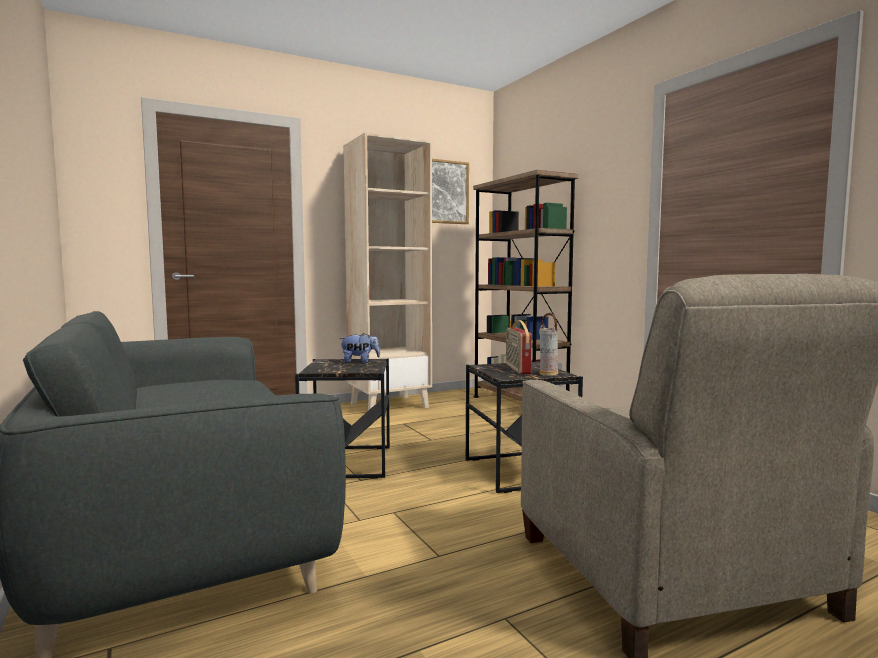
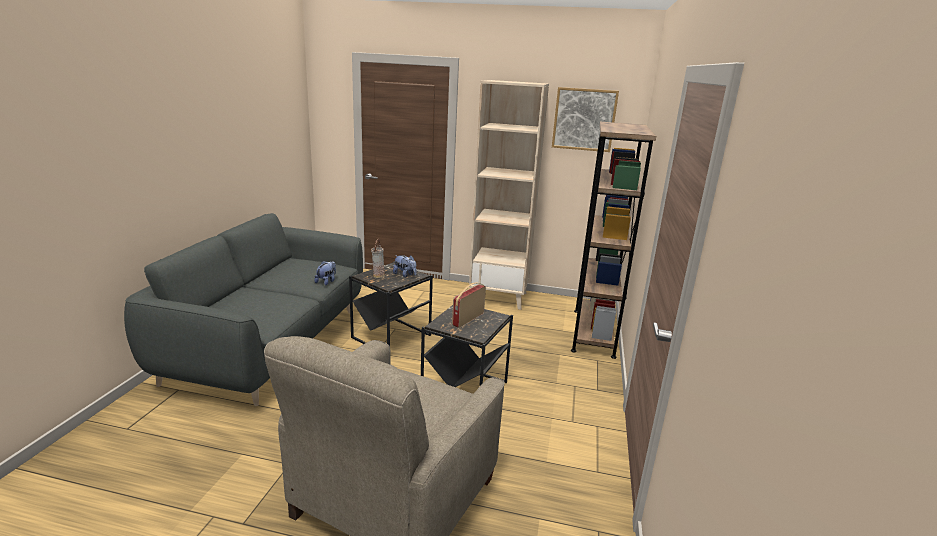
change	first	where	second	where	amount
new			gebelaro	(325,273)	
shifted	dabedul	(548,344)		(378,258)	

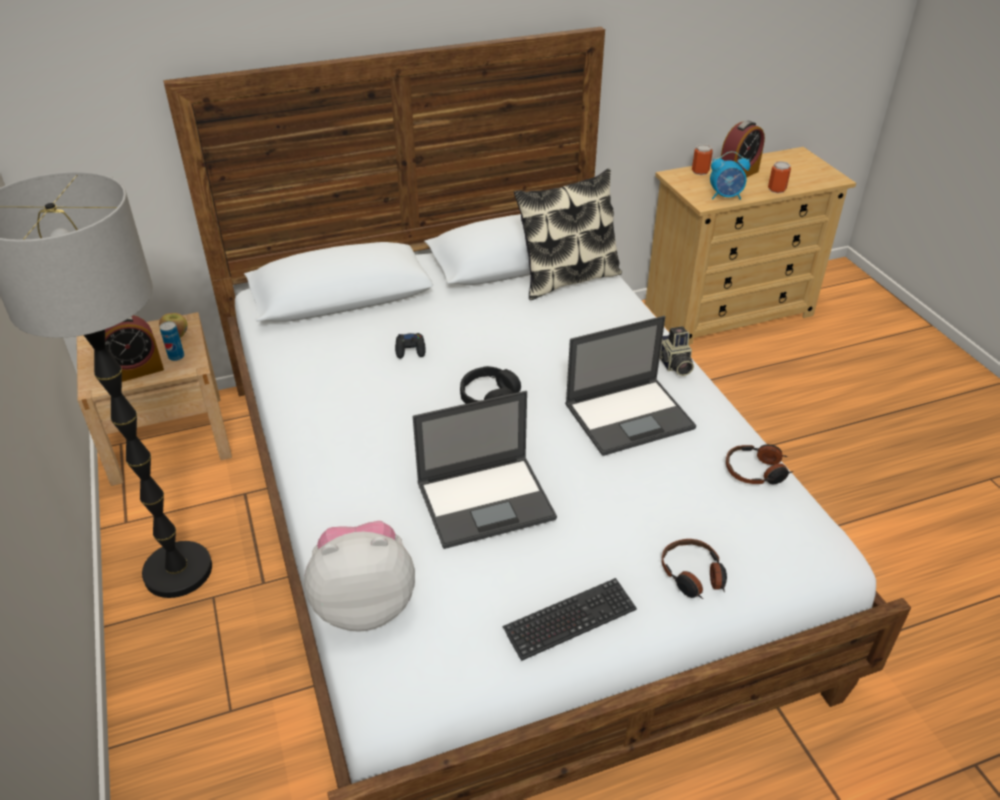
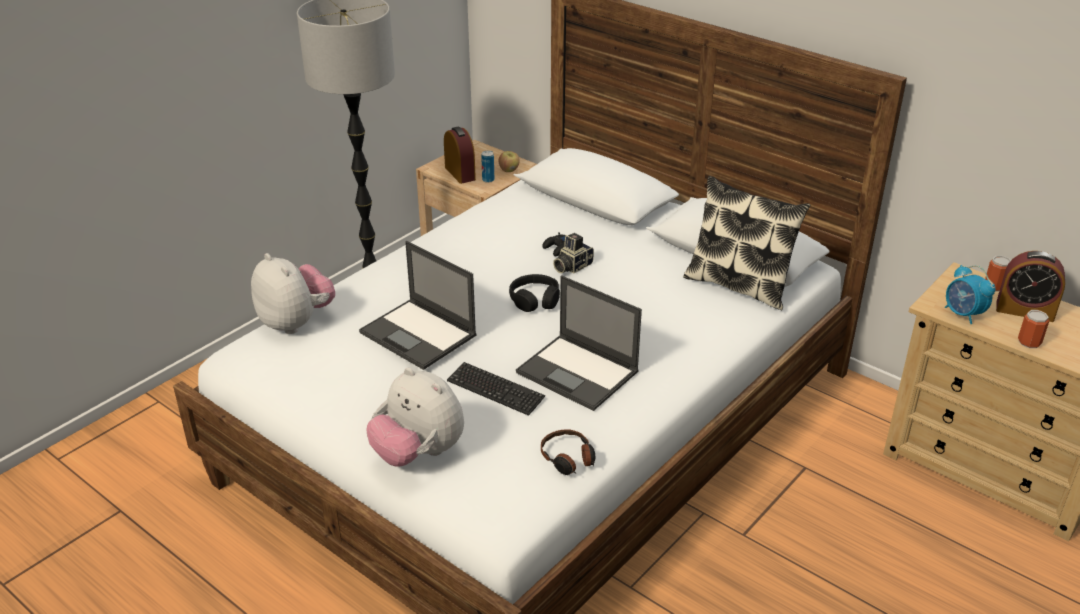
change	first	where	second	where	amount
swapped	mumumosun	(694,569)	gebelaro	(415,417)	
rotated	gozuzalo	(134,348)		(460,155)	150 degrees counterclockwise
shifted	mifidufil	(570,619)		(496,389)	
shifted	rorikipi	(677,351)		(573,253)	

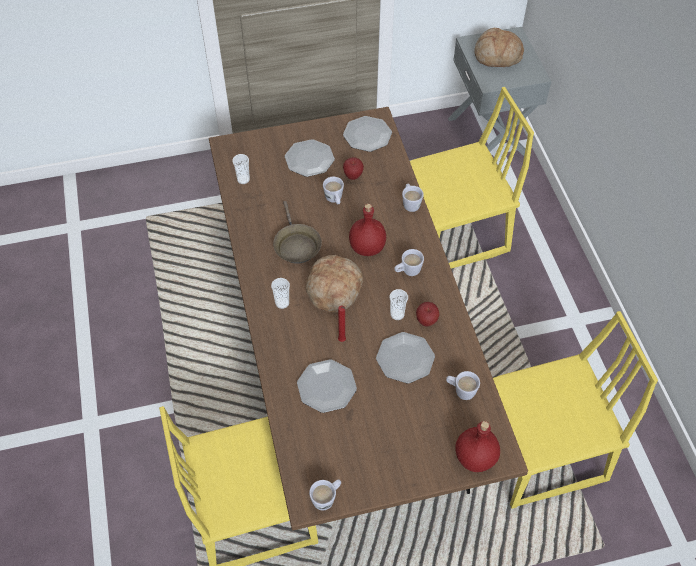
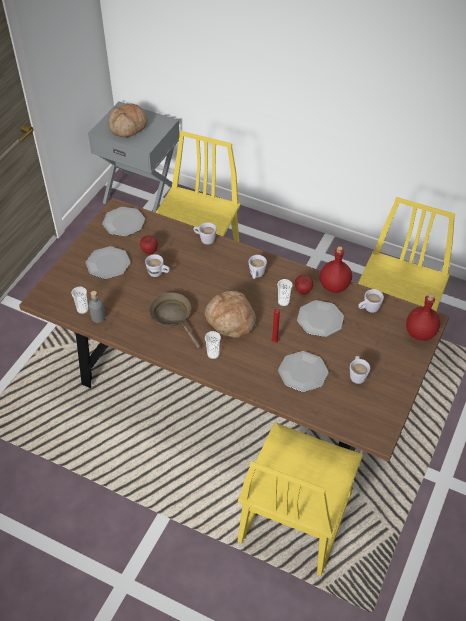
change	first	where	second	where	amount
new			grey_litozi	(97,307)	
rotated	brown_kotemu	(297,232)		(175,320)	150 degrees counterclockwise
shifted	red_litozi	(367,230)		(336,269)	
shifted	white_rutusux	(325,494)		(360,370)	

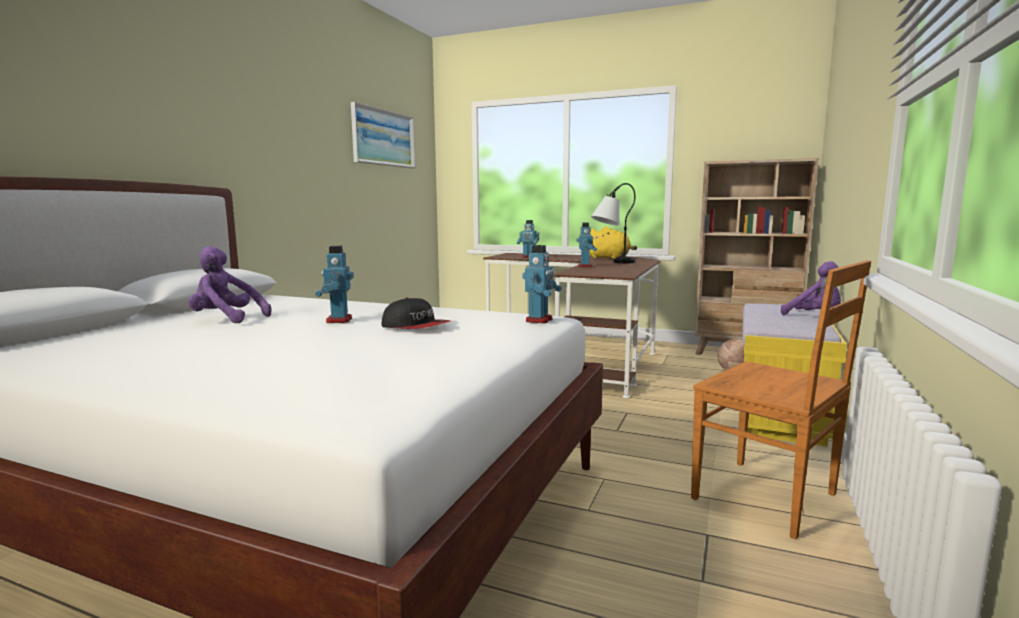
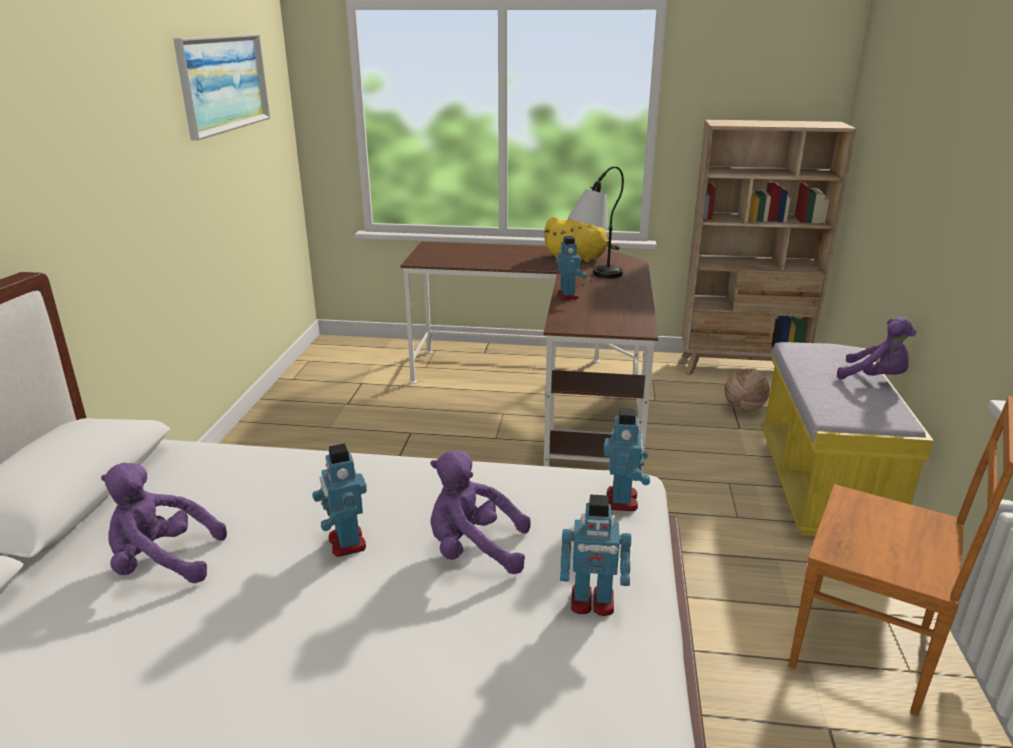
change	first	where	second	where	amount
swapped	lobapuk	(416,313)	purple_gebelaro	(480,512)	
shifted	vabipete	(528,239)		(595,555)	

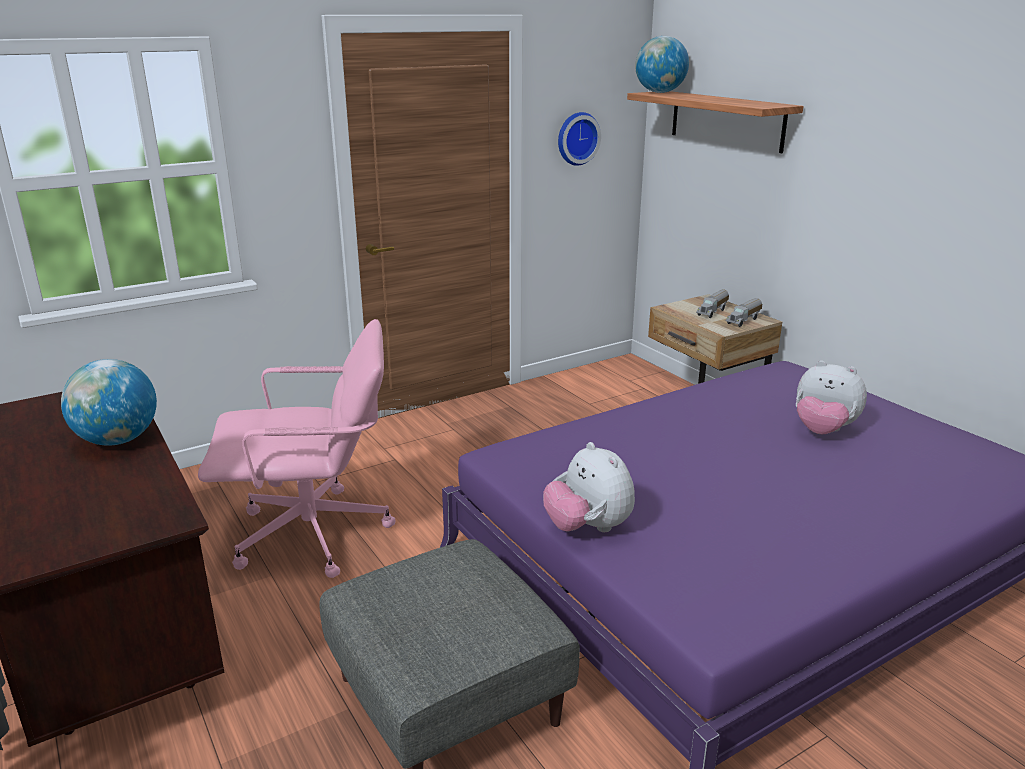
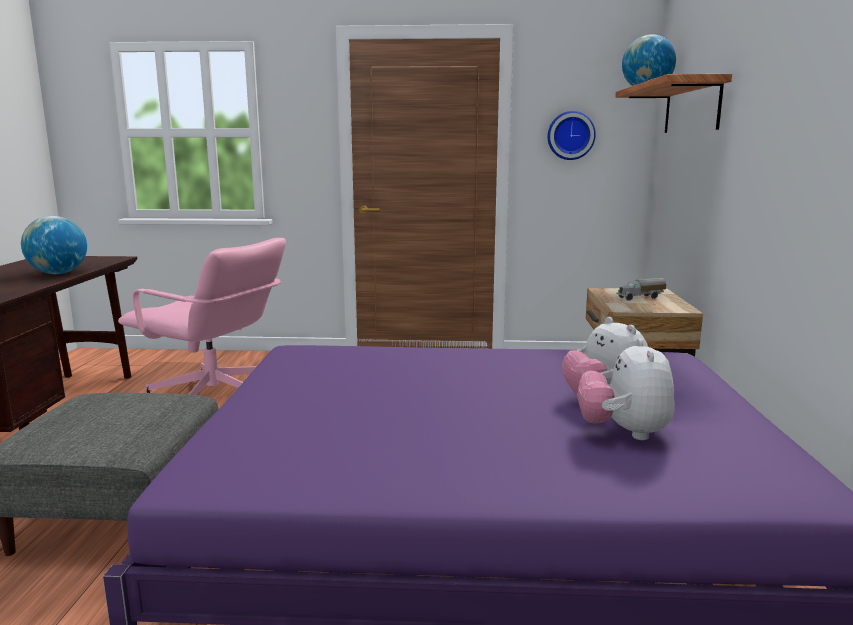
change	first	where	second	where	amount
shifted	gebelaro	(589,487)		(626,389)	
gone	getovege	(743,312)			

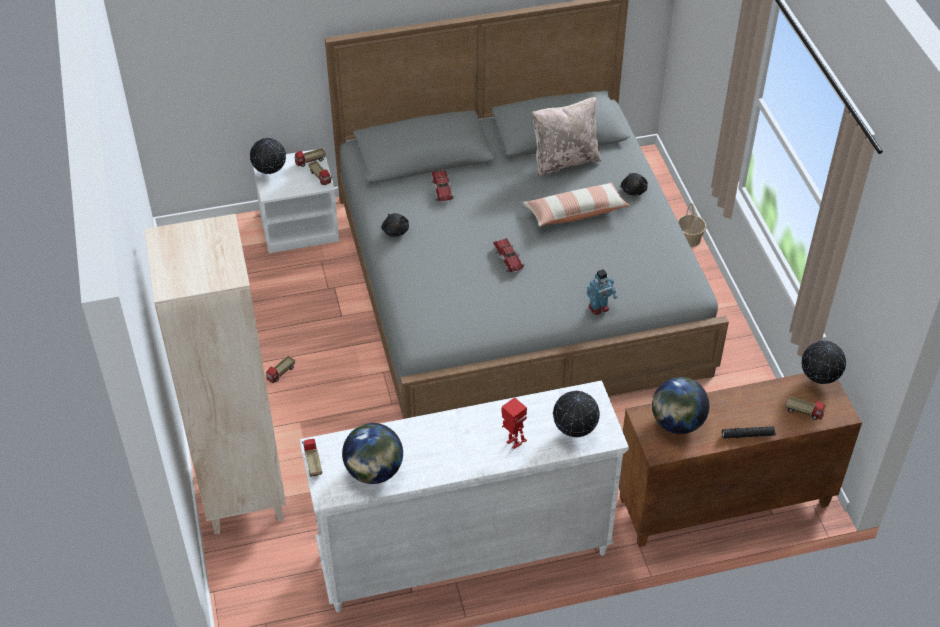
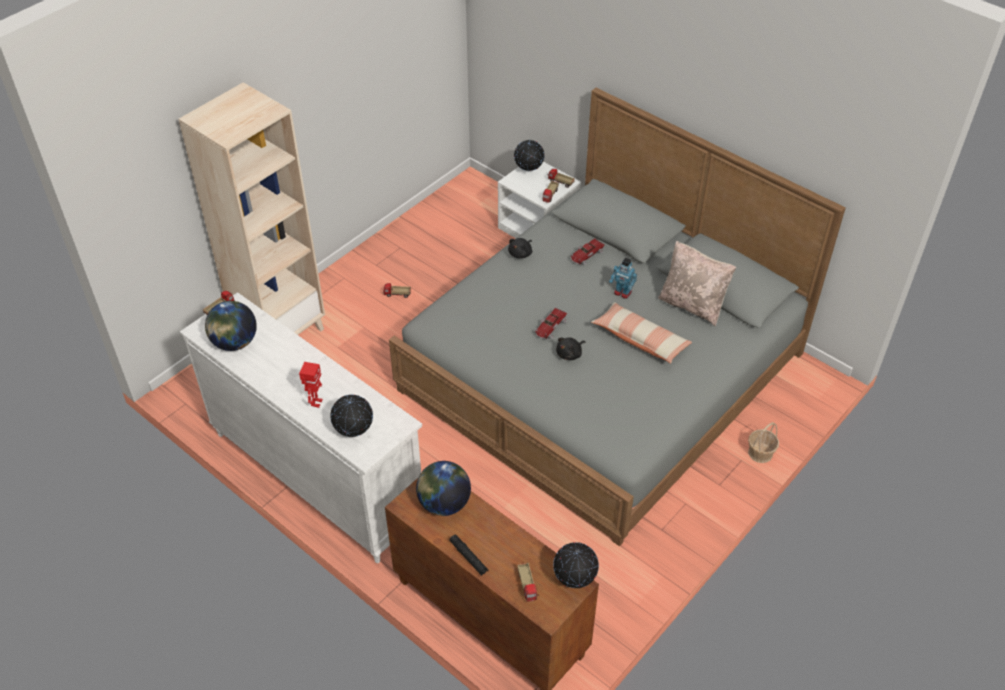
change	first	where	second	where	amount
shifted	black_gebelaro	(634,184)		(570,349)	
shifted	vabipete	(602,292)		(623,278)	

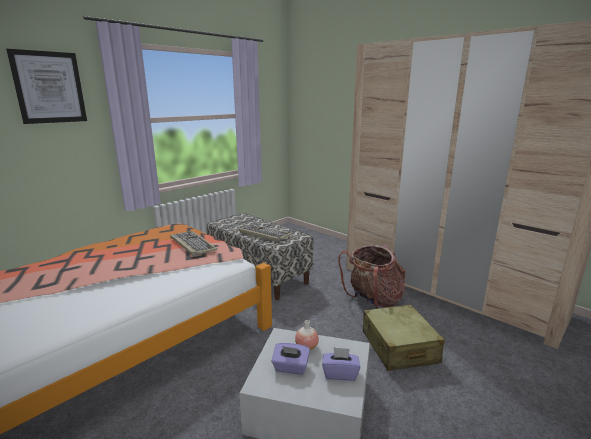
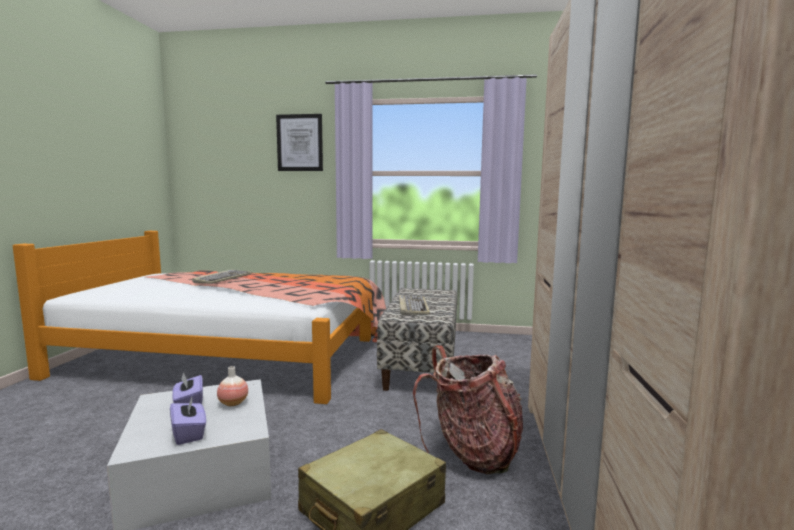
change	first	where	second	where	amount
shifted	mifidufil	(193,243)		(222,276)	

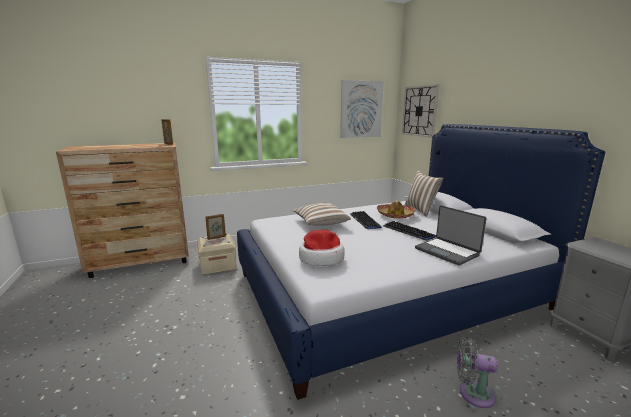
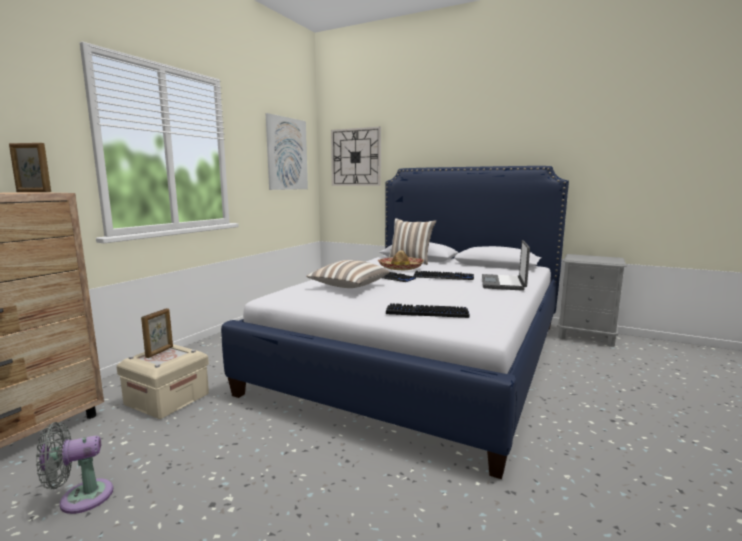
change	first	where	second	where	amount
shifted	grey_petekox	(477,372)		(74,468)	
swapped	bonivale	(322,248)	mifidufil	(428,310)	
rotated	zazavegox	(450,236)		(506,265)	90 degrees clockwise

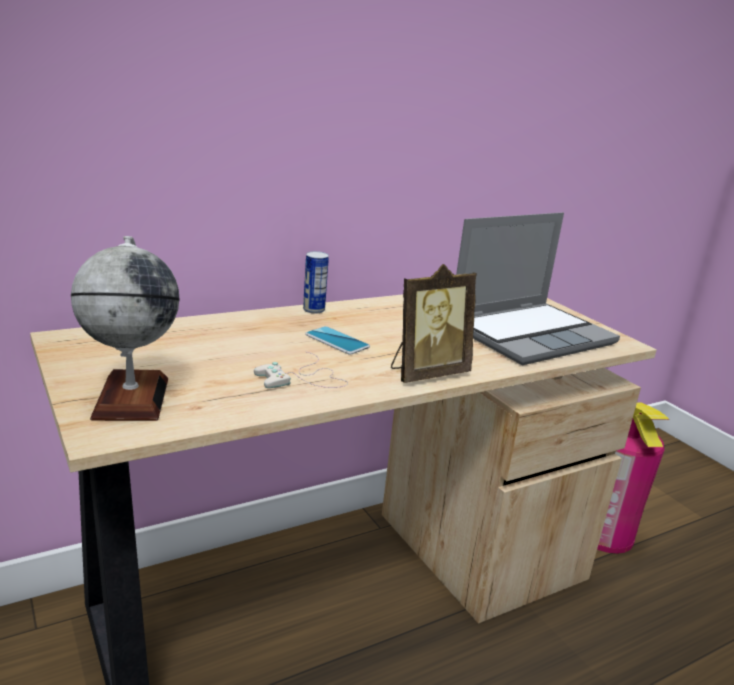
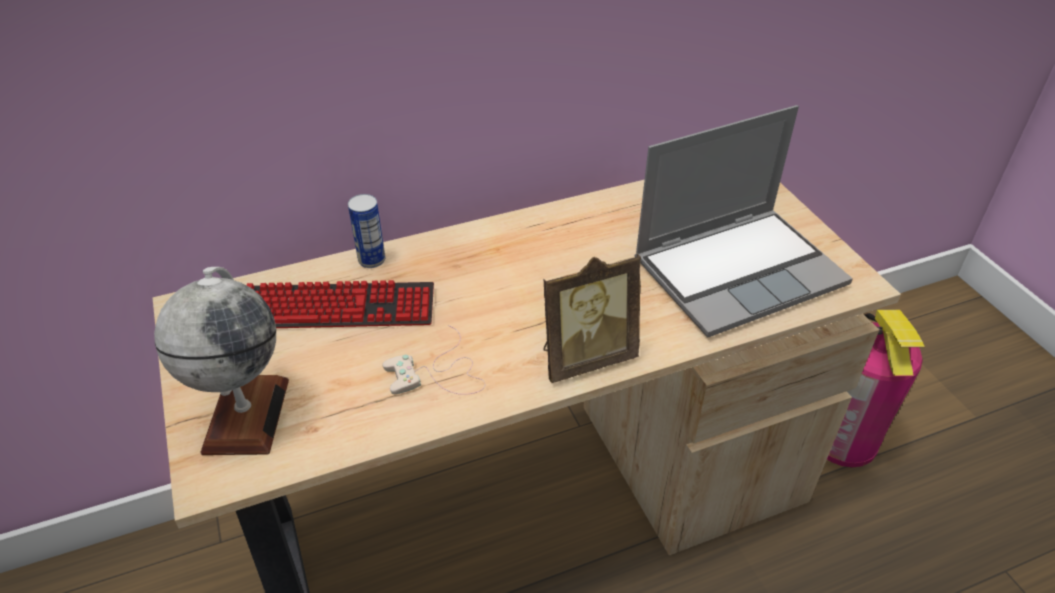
change	first	where	second	where	amount
new			mifidufil	(340,304)	
shifted	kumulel	(316,282)		(366,231)	
gone	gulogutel	(337,340)			

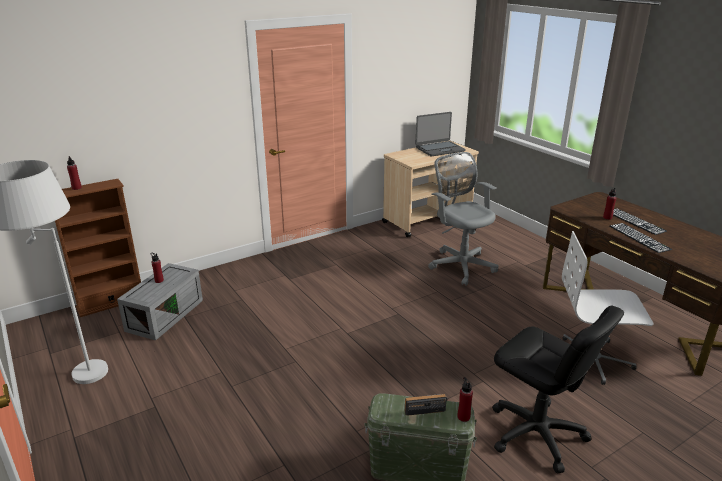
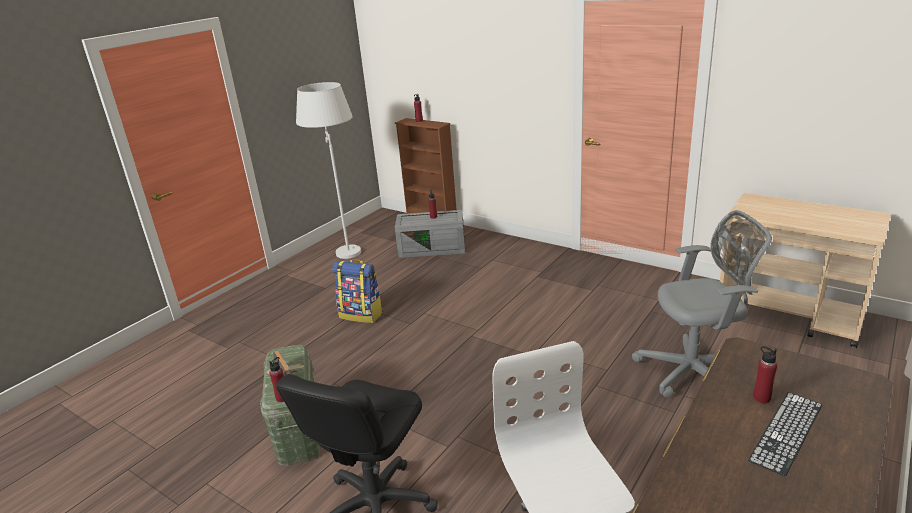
change	first	where	second	where	amount
new			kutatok	(357,291)	
rotated	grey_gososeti	(463,219)		(702,304)	45 degrees clockwise
gone	zazavegox	(440,134)			
gone	mifidufil	(641,238)			

